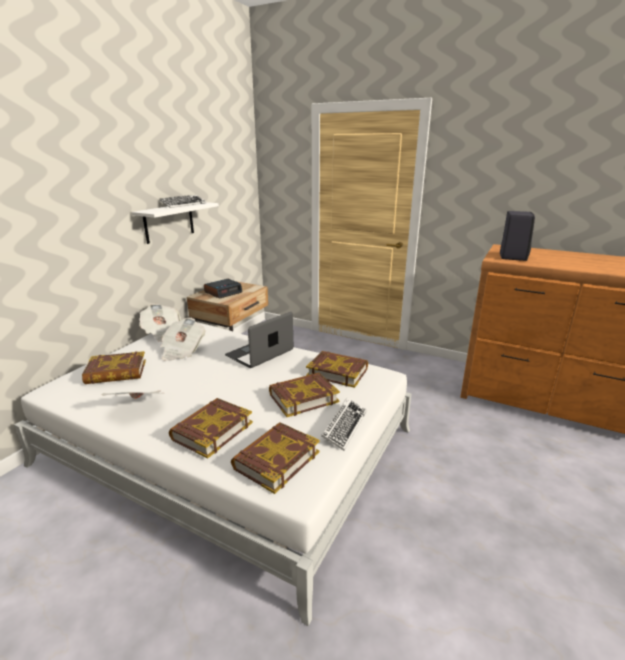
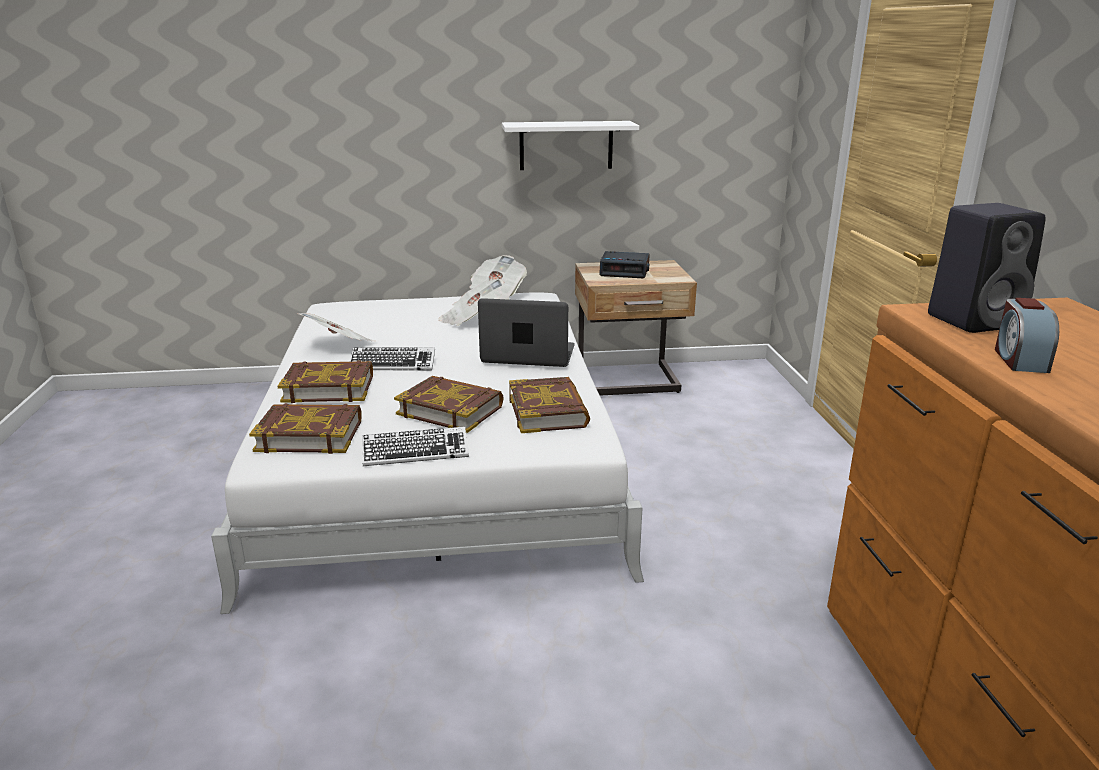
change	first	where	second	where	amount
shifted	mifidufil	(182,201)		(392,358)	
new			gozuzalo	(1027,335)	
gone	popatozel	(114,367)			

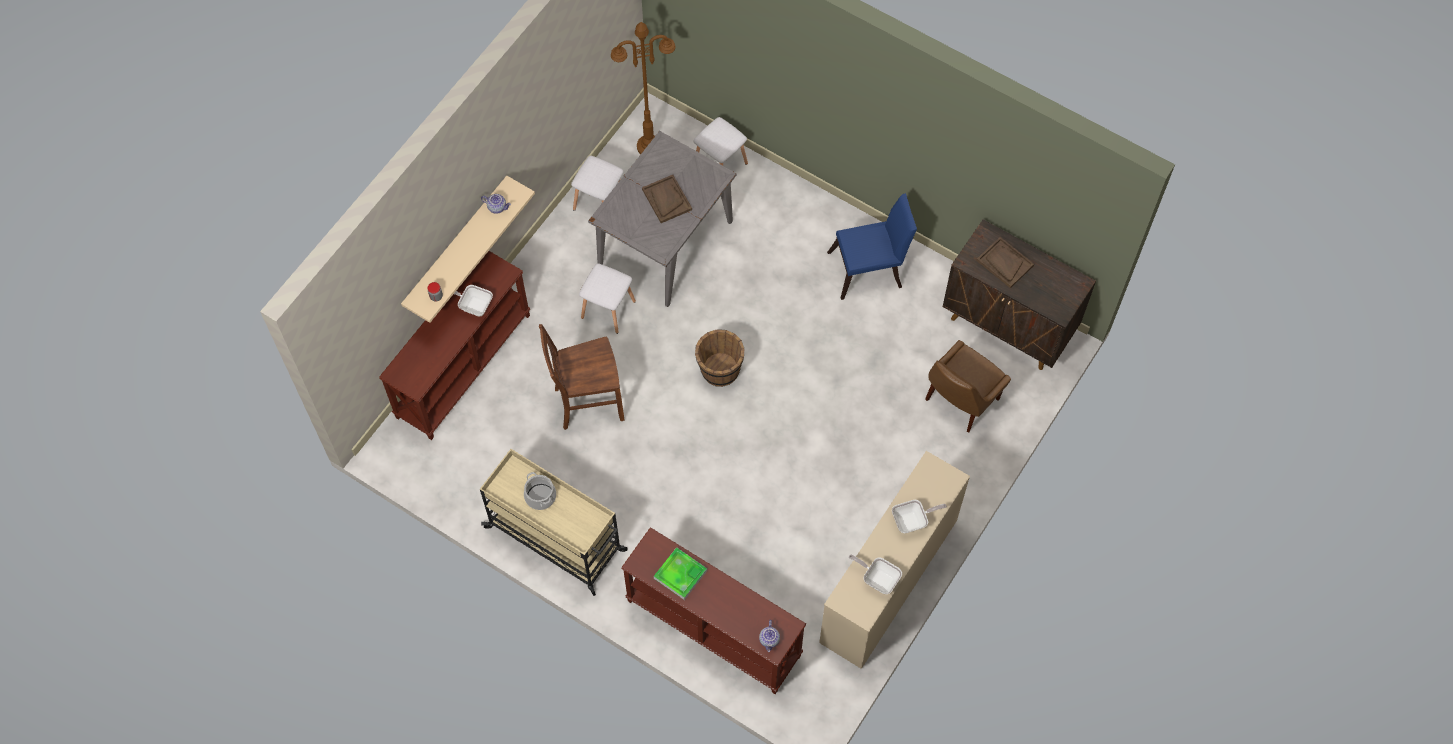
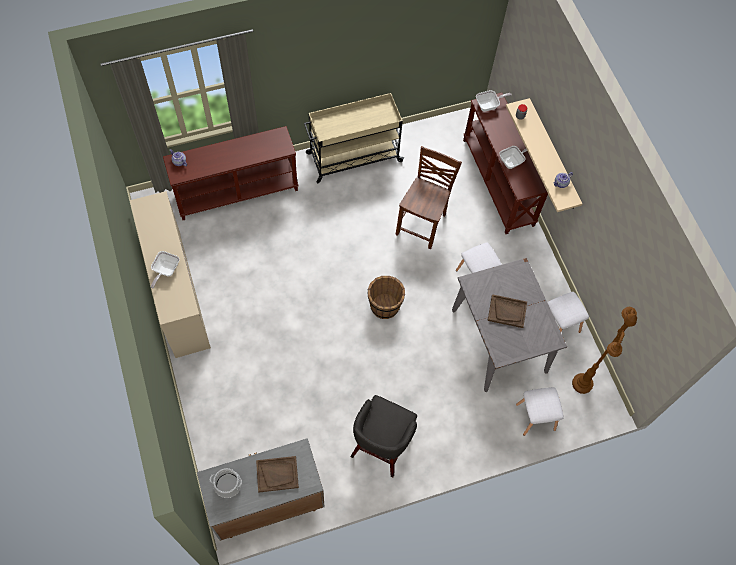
change	first	where	second	where	amount
repainted	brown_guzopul	(1019,294)	grey_guzopul	(261,489)	
shifted	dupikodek	(540,491)		(226,483)	
swapped	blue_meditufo	(872,246)	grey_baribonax	(383,436)	
shifted	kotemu	(875,574)		(494,101)	
gone	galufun	(680,573)			
gone	brown_meditufo	(968,386)			

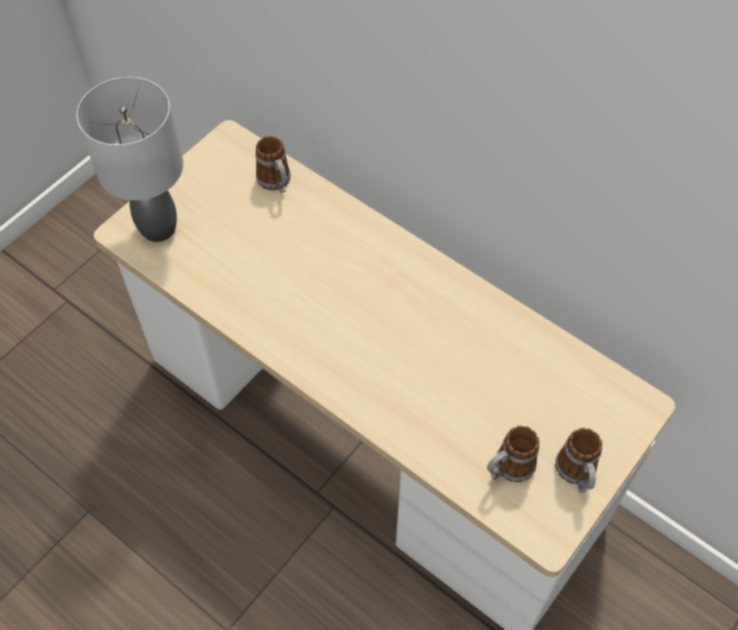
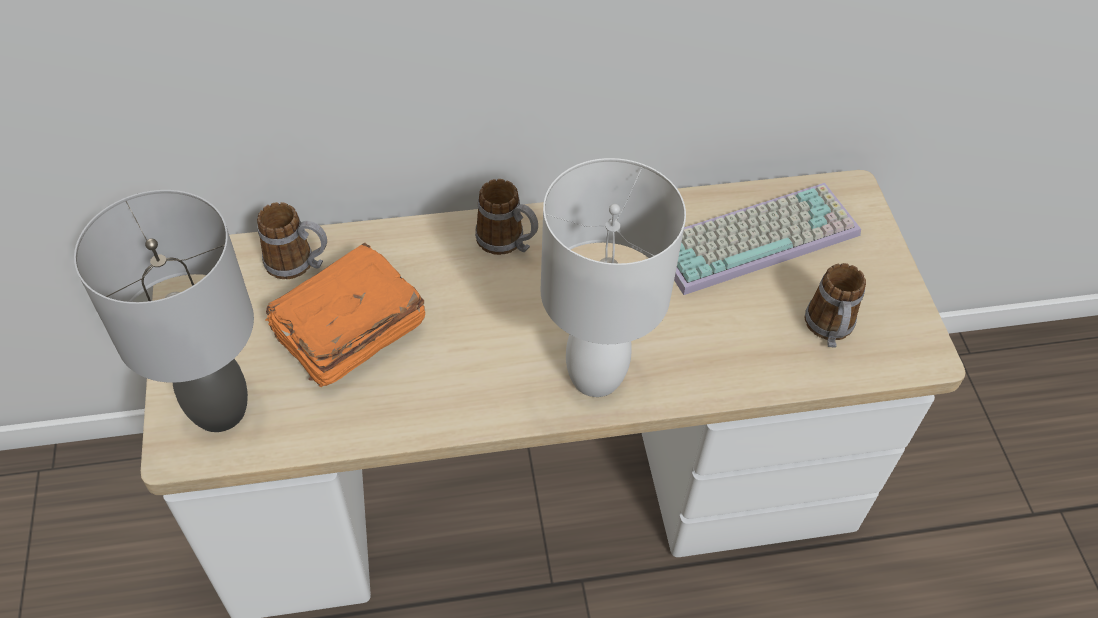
change	first	where	second	where	amount
new			orange_popatozel	(345,315)	
shifted	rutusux	(578,460)		(506,217)	
new			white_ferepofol	(613,277)	
new			mifidufil	(767,239)	

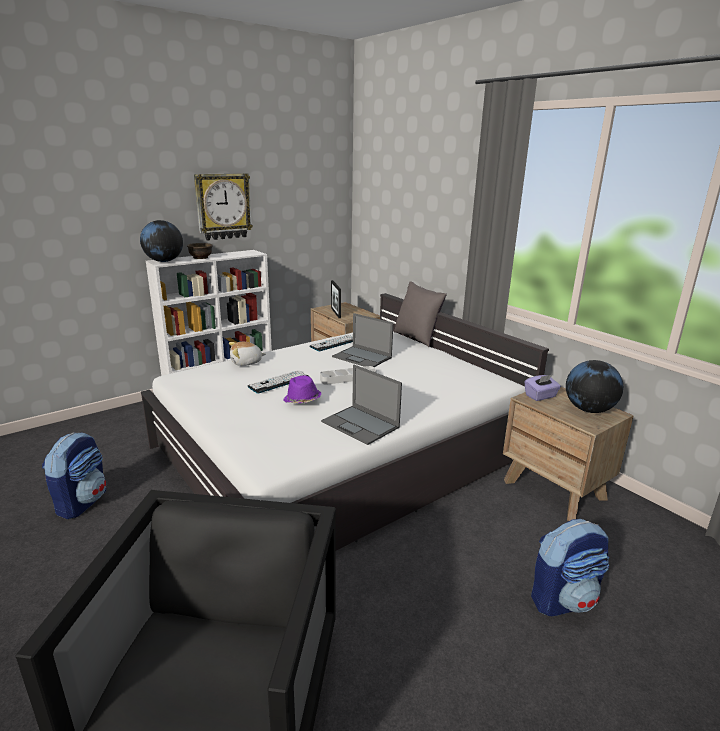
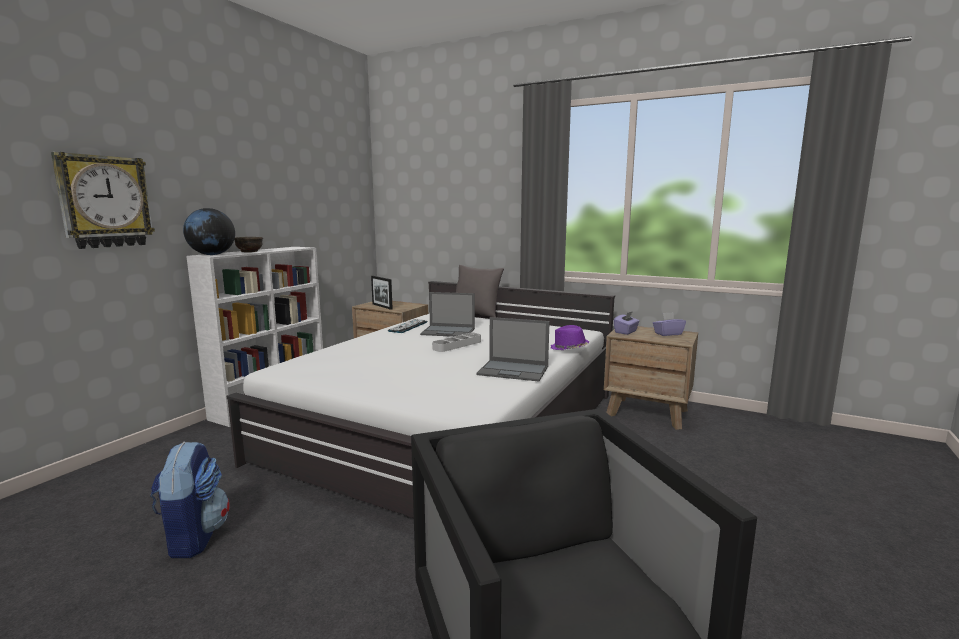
change	first	where	second	where	amount
shifted	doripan	(223,207)		(103,200)	
shifted	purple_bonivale	(302,389)		(570,337)	
swapped	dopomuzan	(594,386)	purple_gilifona	(669,324)	
gone	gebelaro	(247,354)			
gone	mifidufil	(277,382)			
gone	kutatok	(570,567)			

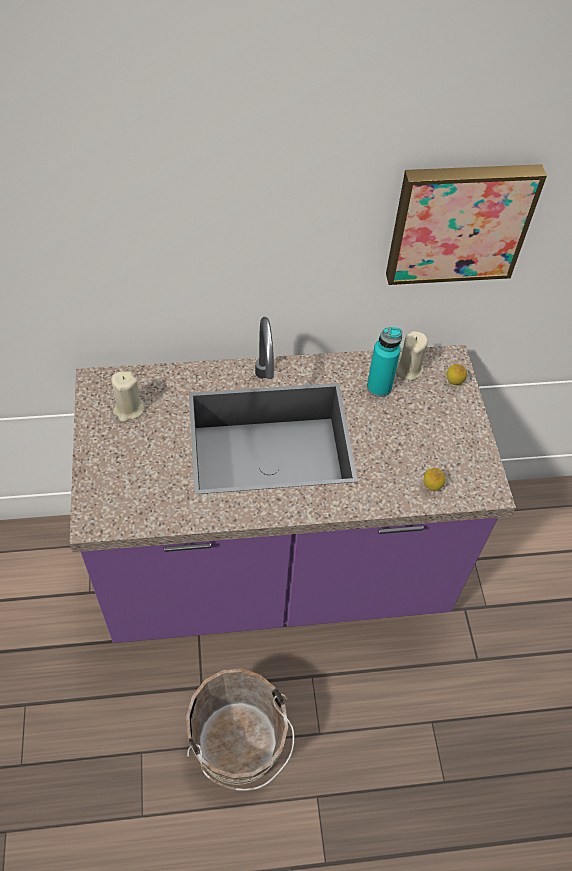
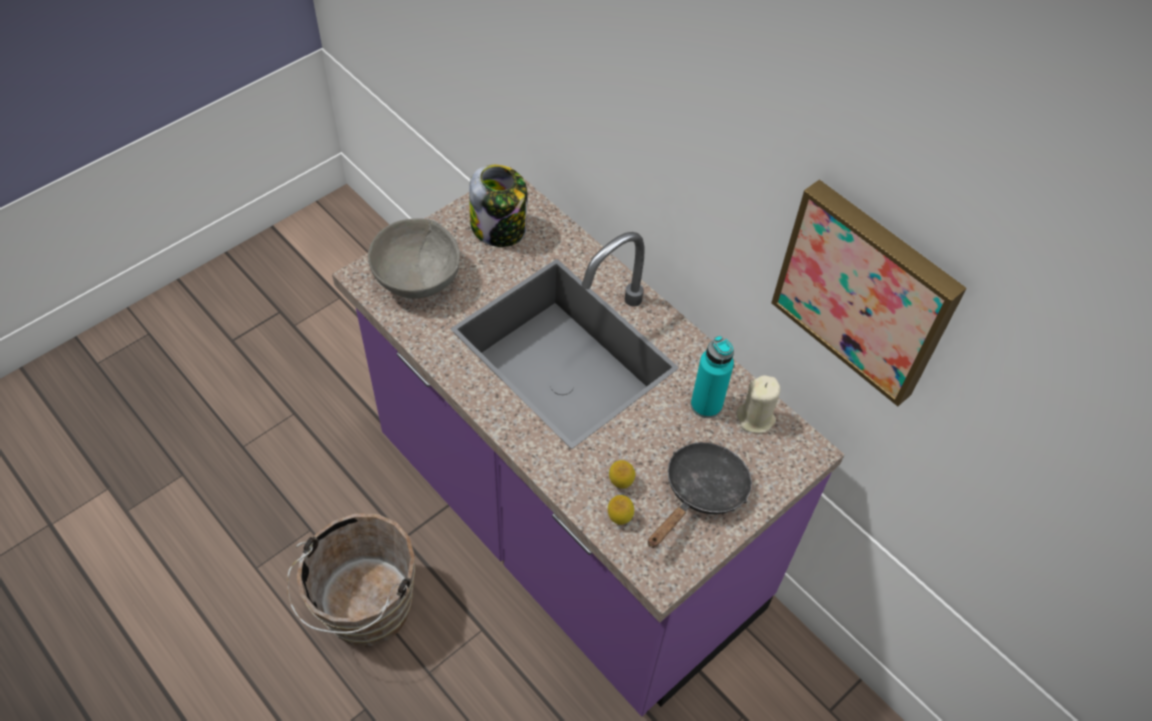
change	first	where	second	where	amount
new			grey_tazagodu	(414,258)	
swapped	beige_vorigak	(128,396)	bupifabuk	(498,206)	
shifted	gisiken	(456,374)		(622,474)	
new			black_kotemu	(700,495)	

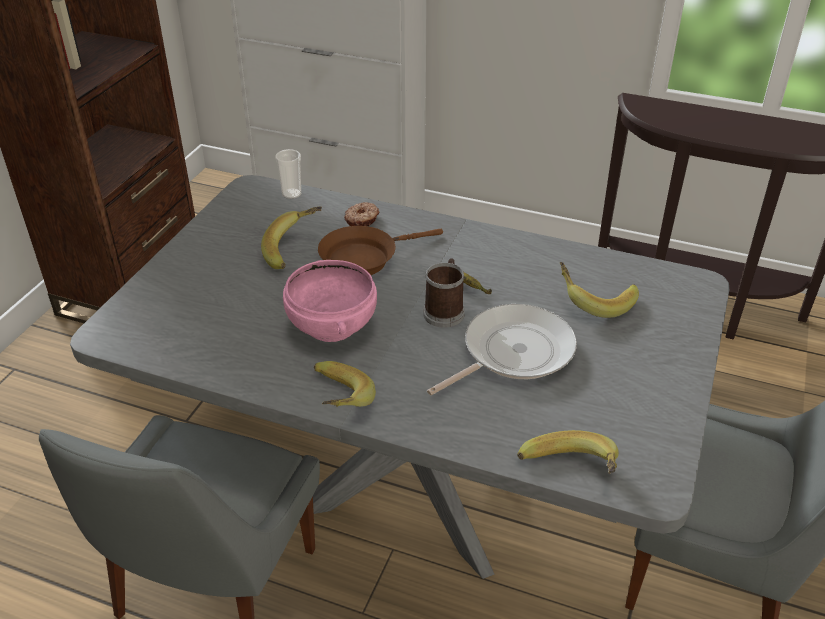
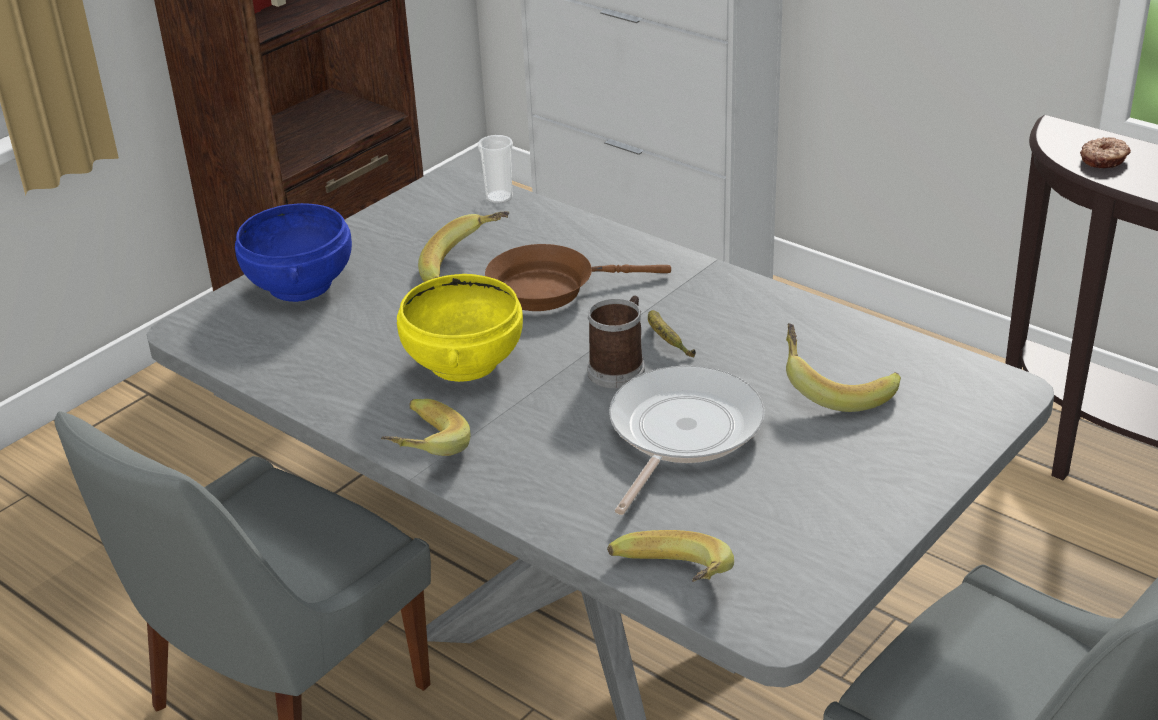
change	first	where	second	where	amount
new			blue_tazagodu	(293,252)	
repainted	pink_tazagodu	(330,301)	yellow_tazagodu	(460,328)	
rotated	kotemu	(502,349)		(687,440)	45 degrees counterclockwise
shifted	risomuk	(361,214)		(1105,152)	

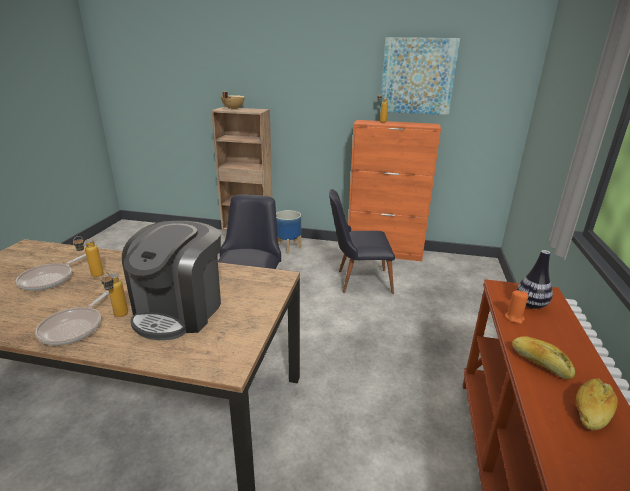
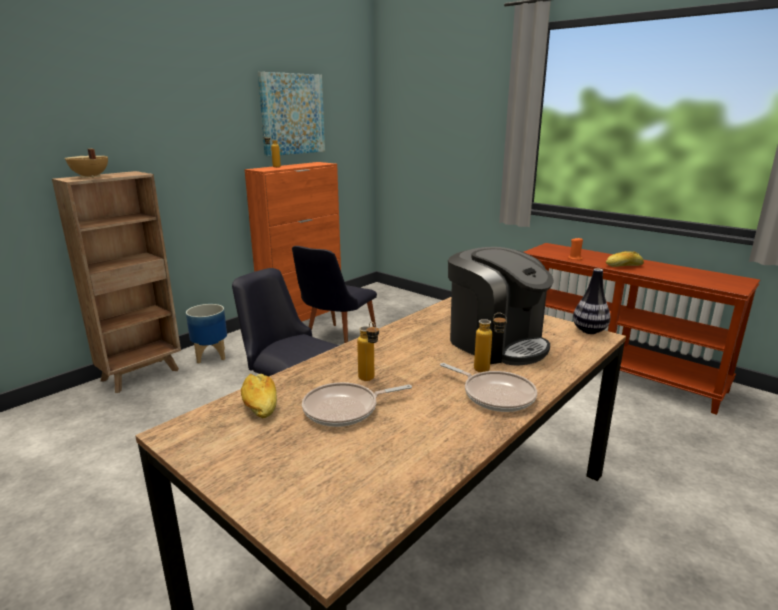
change	first	where	second	where	amount
shifted	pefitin	(597,404)		(259,396)	
rotated	kotemu	(51,272)		(357,404)	105 degrees clockwise
shifted	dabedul	(534,279)		(591,301)	

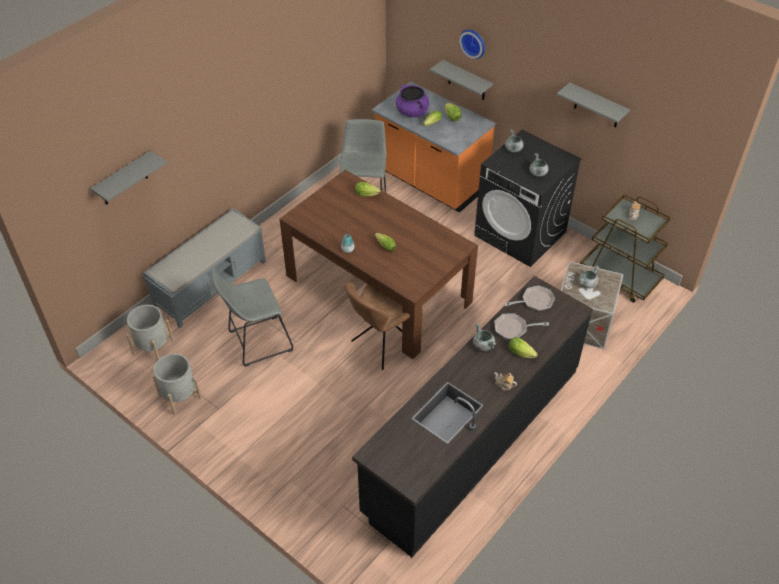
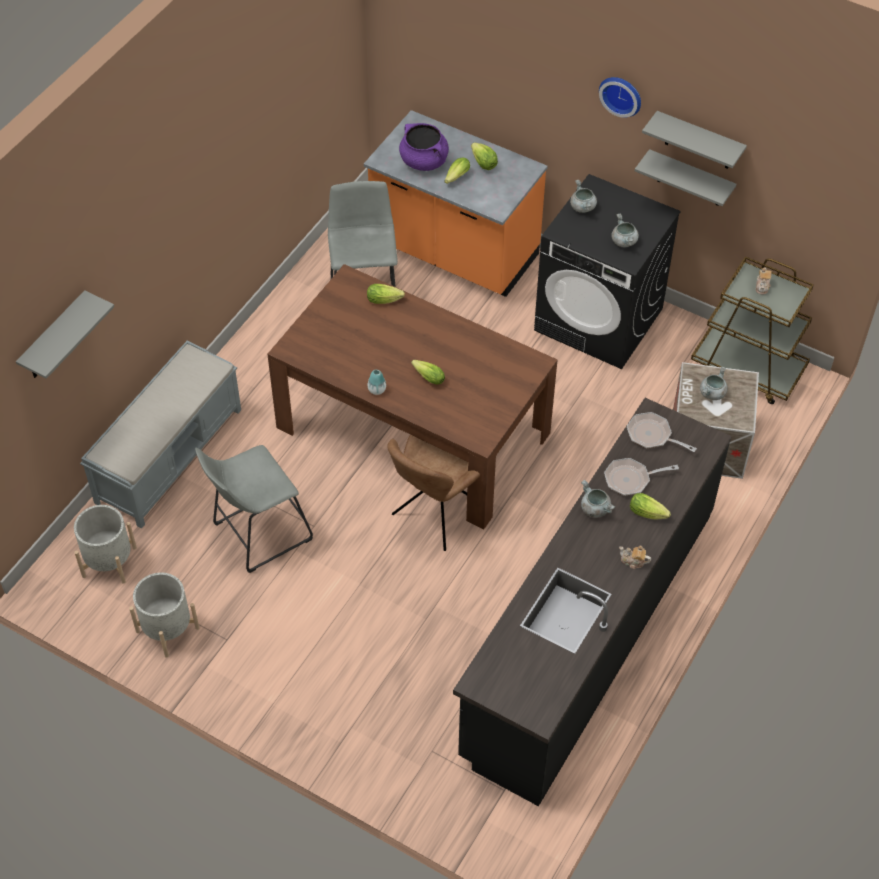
change	first	where	second	where	amount
shifted	doripan	(472,44)		(620,97)	
rotated	kotemu	(529,298)		(662,432)	120 degrees counterclockwise
shifted	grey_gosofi	(461,80)		(685,177)	

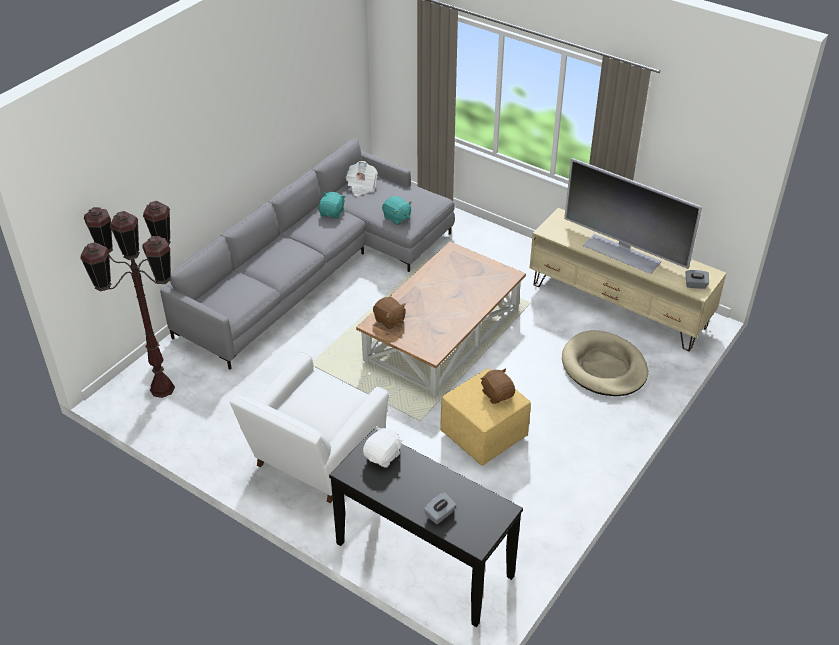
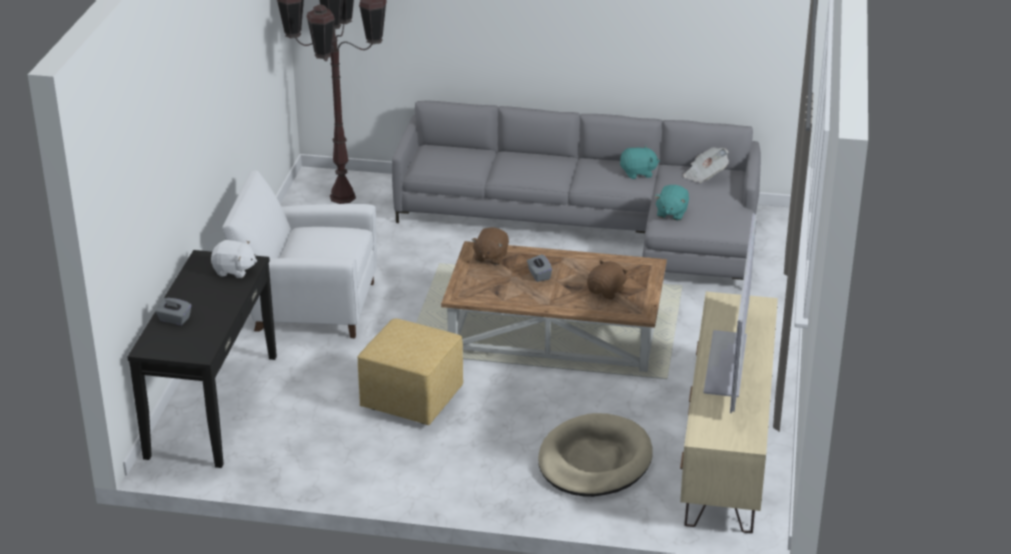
change	first	where	second	where	amount
shifted	grey_gilifona	(697,279)		(539,268)	
shifted	brown_gebelaro	(498,386)		(607,280)	

